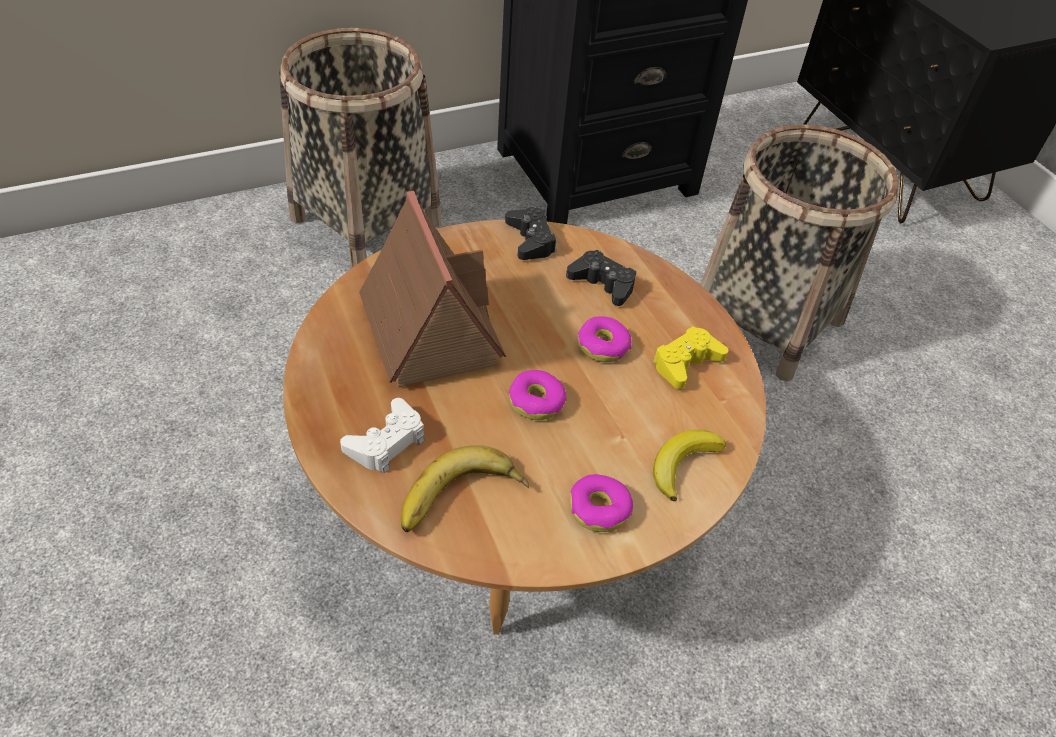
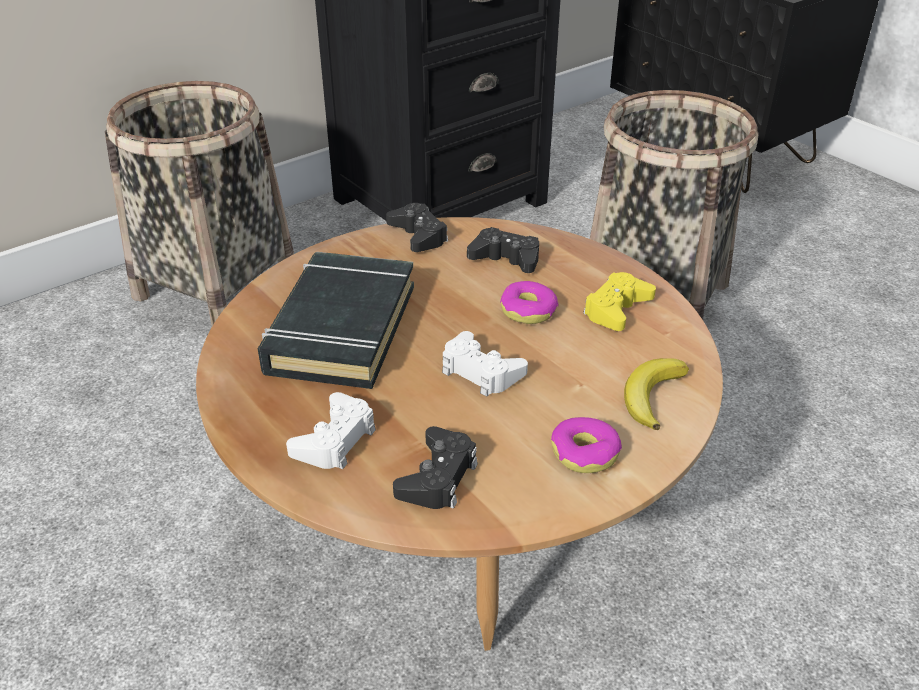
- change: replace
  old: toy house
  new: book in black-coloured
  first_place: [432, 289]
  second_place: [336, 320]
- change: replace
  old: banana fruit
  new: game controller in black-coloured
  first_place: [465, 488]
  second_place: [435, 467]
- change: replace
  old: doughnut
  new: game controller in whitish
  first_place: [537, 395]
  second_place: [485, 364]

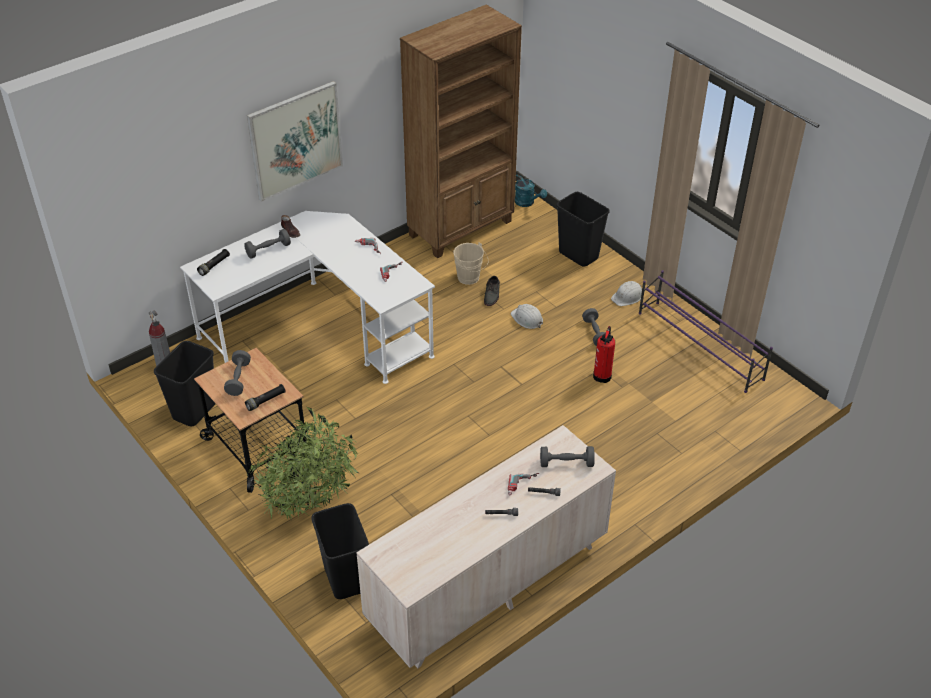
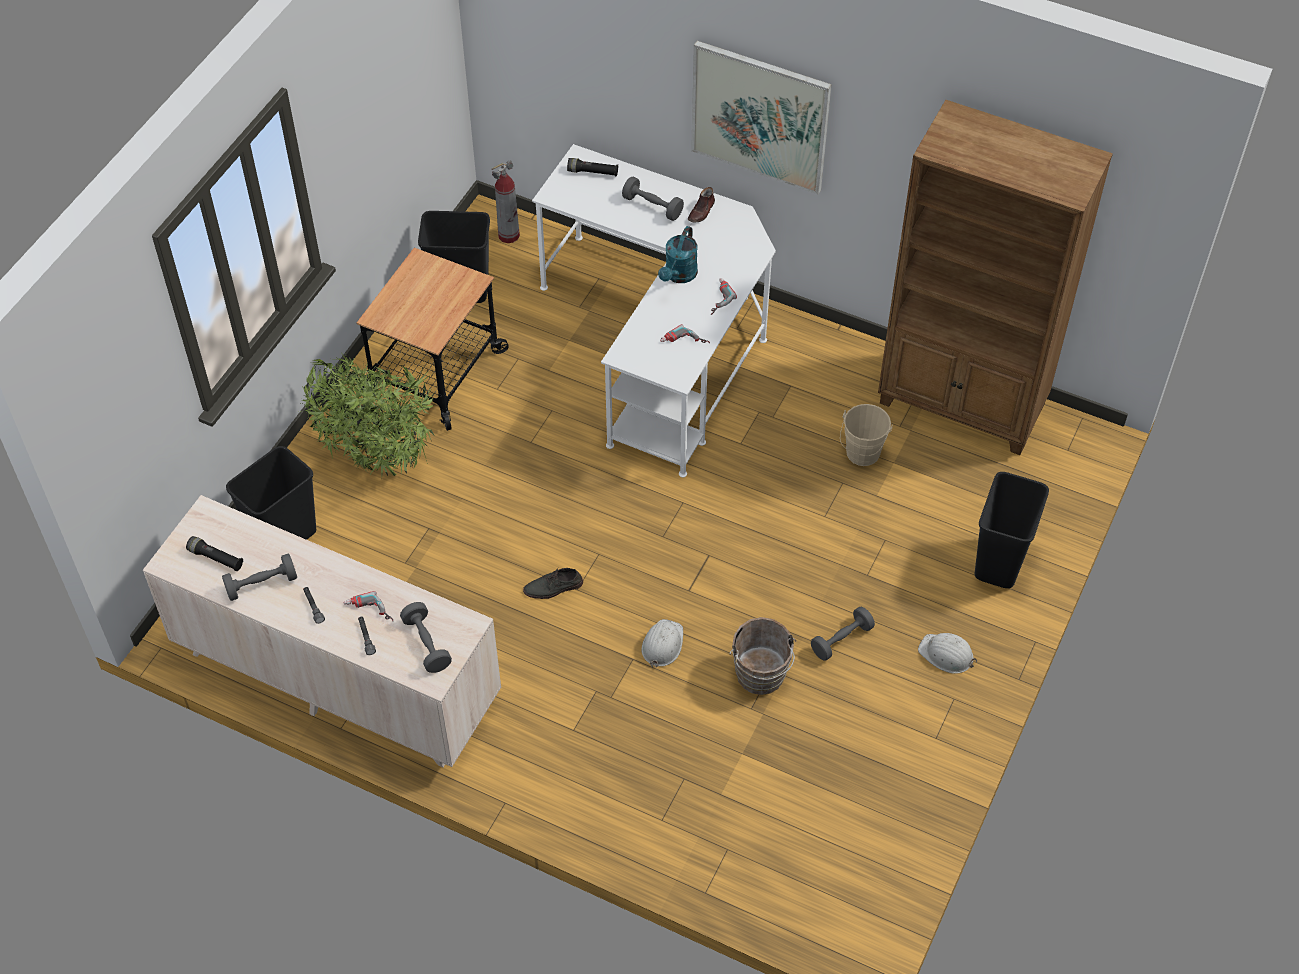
- change: move
  old: torch in black-coloured
  first_place: [265, 397]
  second_place: [214, 553]
- change: move
  old: dumbbell in greyish
  first_place: [237, 373]
  second_place: [259, 577]
- change: move
  old: item of footwear in greyish
  first_place: [492, 291]
  second_place: [553, 583]
- change: move
  old: safety helmet in whitish
  first_place: [526, 316]
  second_place: [662, 643]
- change: move
  old: watering pot in turquoise-coloured
  first_place: [531, 190]
  second_place: [678, 254]
- change: replace
  old: fire extinguisher
  new: water bucket in brownish
  first_place: [604, 354]
  second_place: [763, 656]
- change: delete
  old: shoe rack in purple
  first_place: [706, 331]

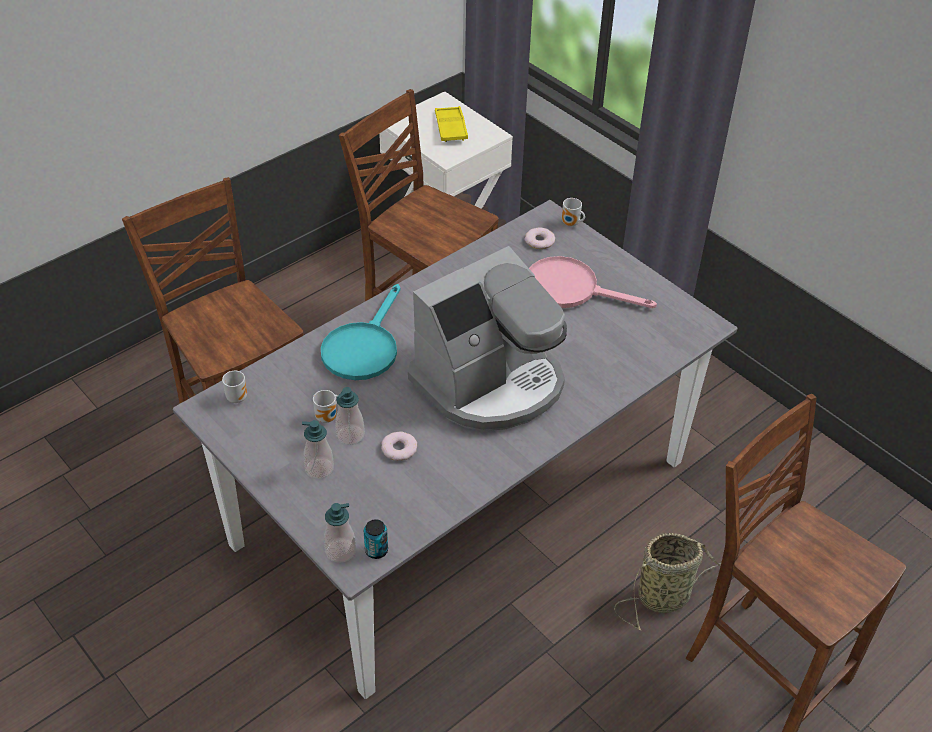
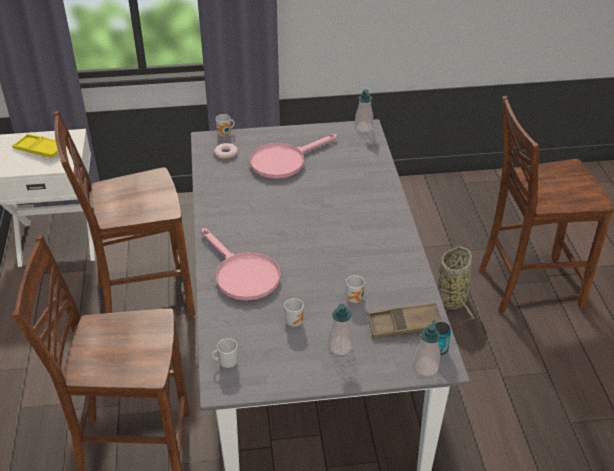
- change: recolor
  old: pan in turquoise-coloured
  new: pan in pink-coloured
  first_place: [361, 332]
  second_place: [241, 264]
- change: replace
  old: doughnut
  new: tea mug
  first_place: [399, 446]
  second_place: [355, 289]
- change: move
  old: soap dispenser
  first_place: [350, 416]
  second_place: [364, 110]
- change: insert
  new: tray in brownish
  second_place: [404, 320]
- change: delete
  old: coffee machine
  first_place: [487, 338]

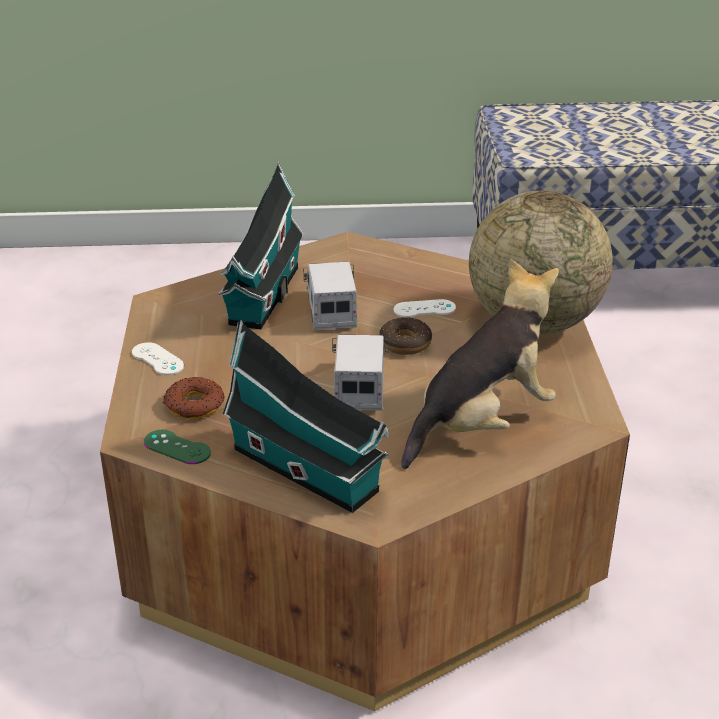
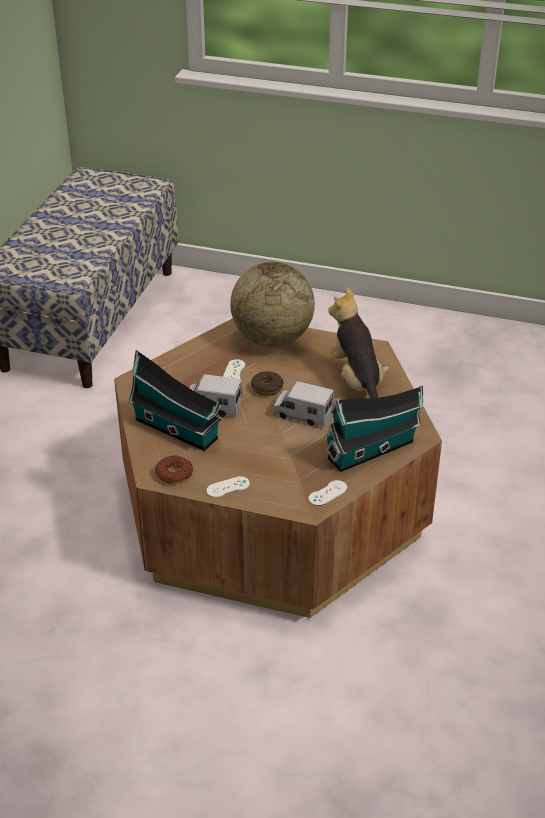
- change: move
  old: doughnut
  first_place: [194, 398]
  second_place: [174, 470]
- change: recolor
  old: game controller in greenish
  new: game controller in whitish
  first_place: [177, 447]
  second_place: [327, 493]

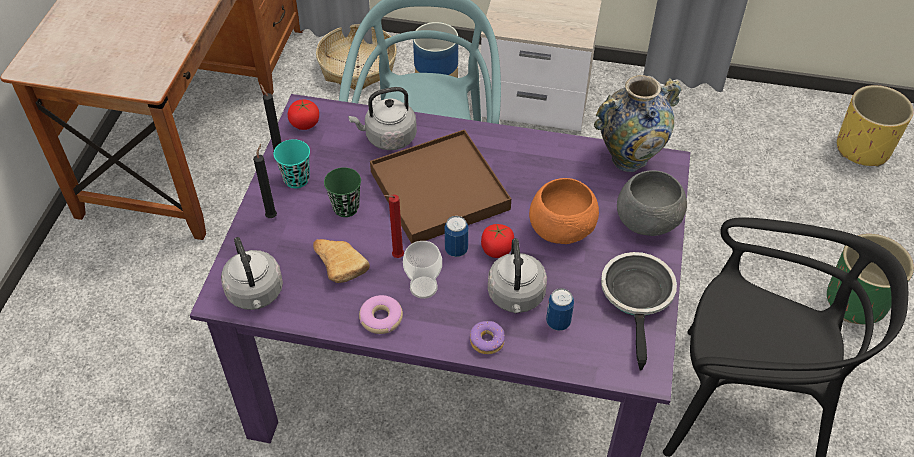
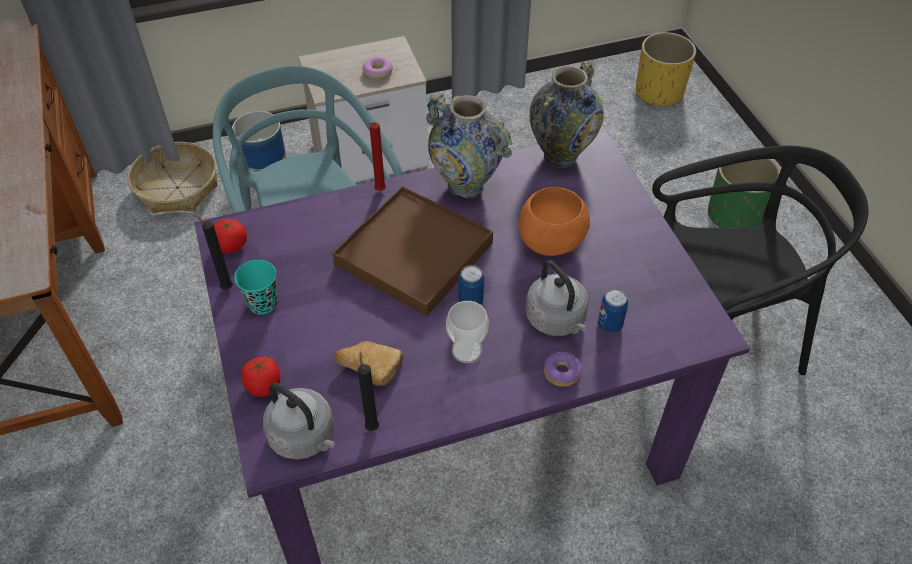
- change: move
  old: tomato
  first_place: [497, 241]
  second_place: [260, 377]
- change: move
  old: wax candle in black-coloured
  first_place: [265, 181]
  second_place: [368, 391]
- change: move
  old: doughnut
  first_place: [381, 314]
  second_place: [378, 68]
- change: move
  old: wax candle in red-coloured
  first_place: [394, 226]
  second_place: [377, 156]
- change: insert
  new: decorative vase
  second_place: [469, 146]
- change: delete
  old: small cup in greenish
  first_place: [342, 192]
- change: delete
  old: water kettle in greyish
  first_place: [382, 118]
- change: delete
  old: pan
  first_place: [639, 311]
- change: delete
  old: bowl in greyish
  first_place: [652, 203]

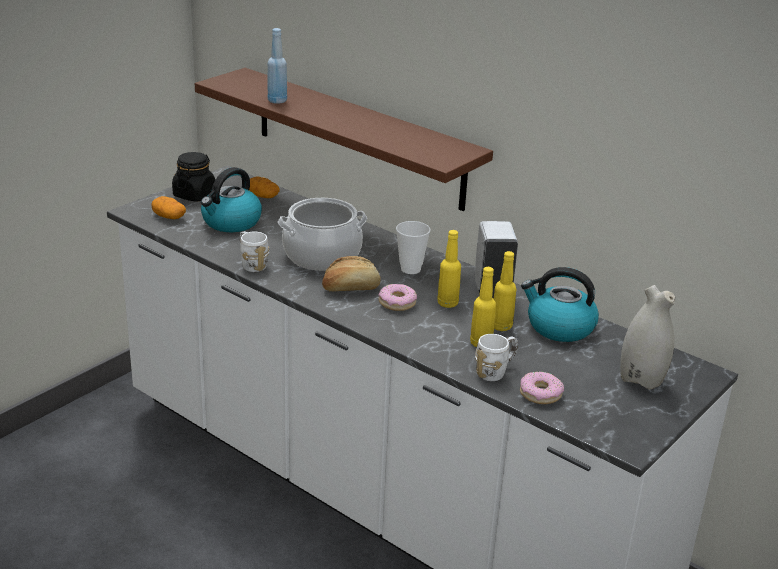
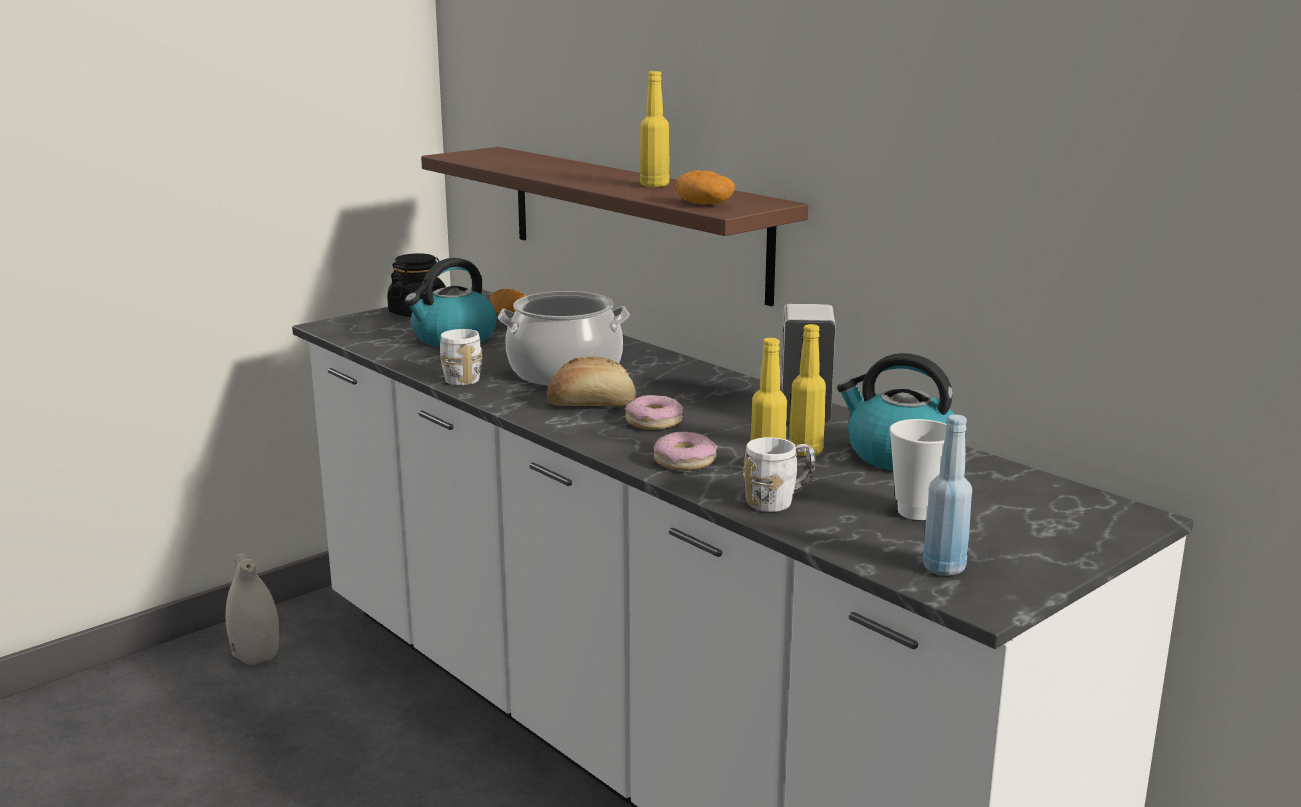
- change: move
  old: decorative vase in whitish
  first_place: [647, 337]
  second_place: [252, 609]
- change: move
  old: beverage bottle in yellowish
  first_place: [449, 269]
  second_place: [654, 129]
- change: move
  old: doughnut
  first_place: [542, 388]
  second_place: [685, 451]
- change: move
  old: spud
  first_place: [168, 207]
  second_place: [705, 187]
- change: move
  old: small cup
  first_place: [413, 247]
  second_place: [917, 469]
- change: move
  old: beverage bottle in blue
  first_place: [277, 66]
  second_place: [947, 495]

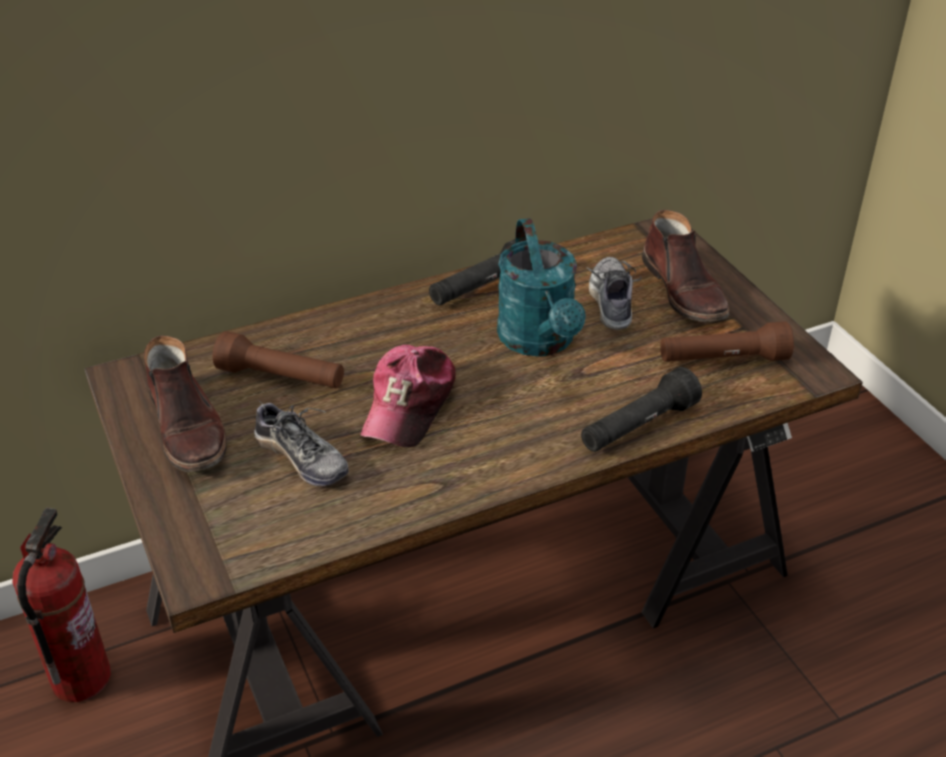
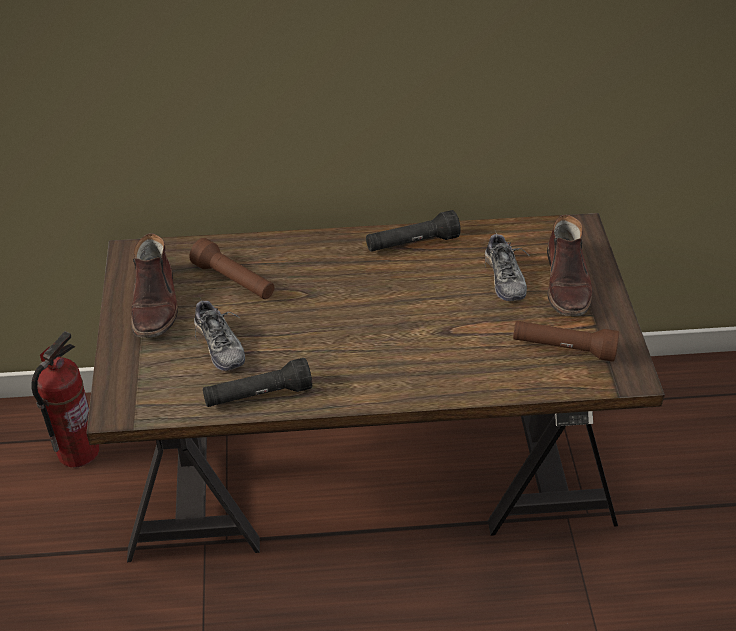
- change: move
  old: torch in black-coloured
  first_place: [641, 409]
  second_place: [257, 382]
- change: rotate
  old: item of footwear
  first_place: [613, 293]
  second_place: [507, 265]
  degrees: 150
- change: delete
  old: baseball cap
  first_place: [408, 396]
- change: delete
  old: watering pot in turquoise-coloured
  first_place: [541, 287]

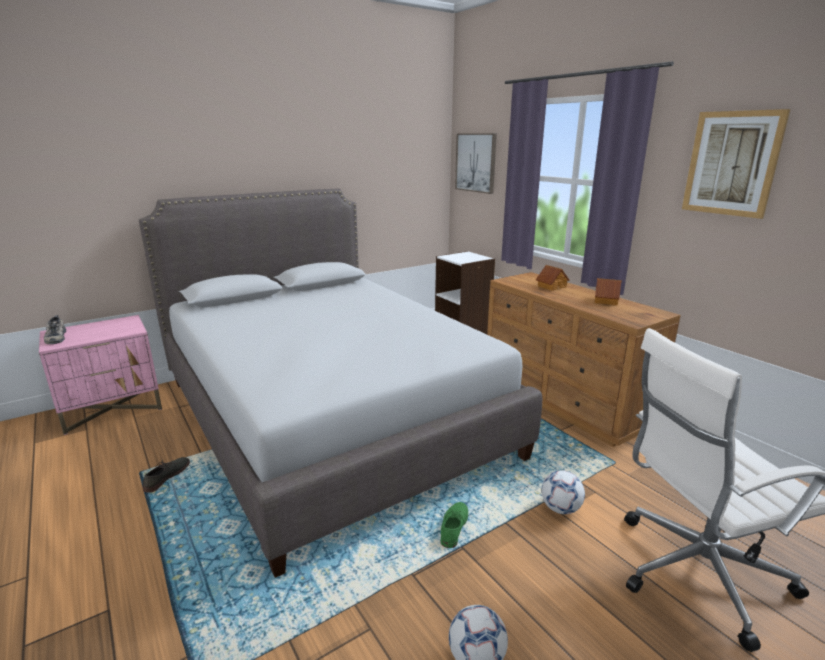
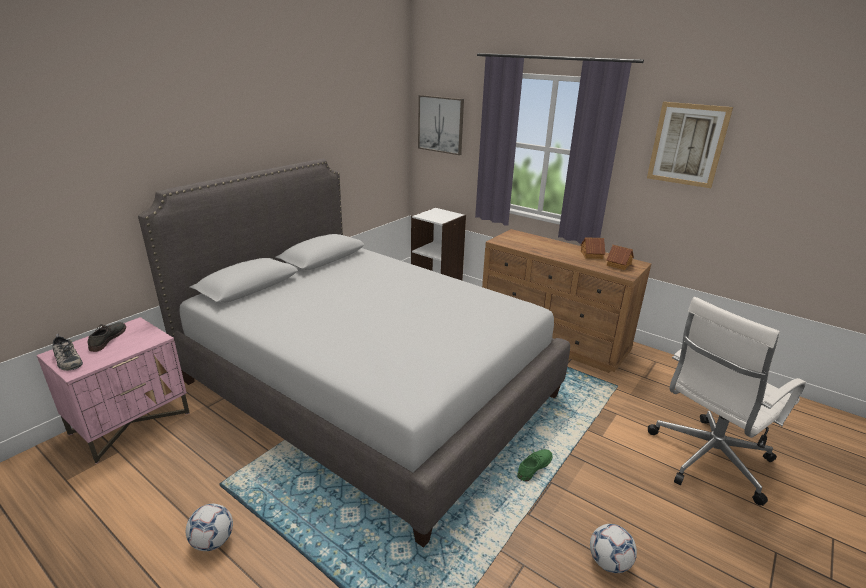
- change: move
  old: item of footwear in greyish
  first_place: [166, 475]
  second_place: [107, 337]
- change: move
  old: football
  first_place: [563, 492]
  second_place: [209, 527]
- change: rotate
  old: item of footwear in greenish
  first_place: [454, 525]
  second_place: [535, 465]
  degrees: 45
- change: move
  old: toy house
  first_place: [552, 278]
  second_place: [620, 257]

